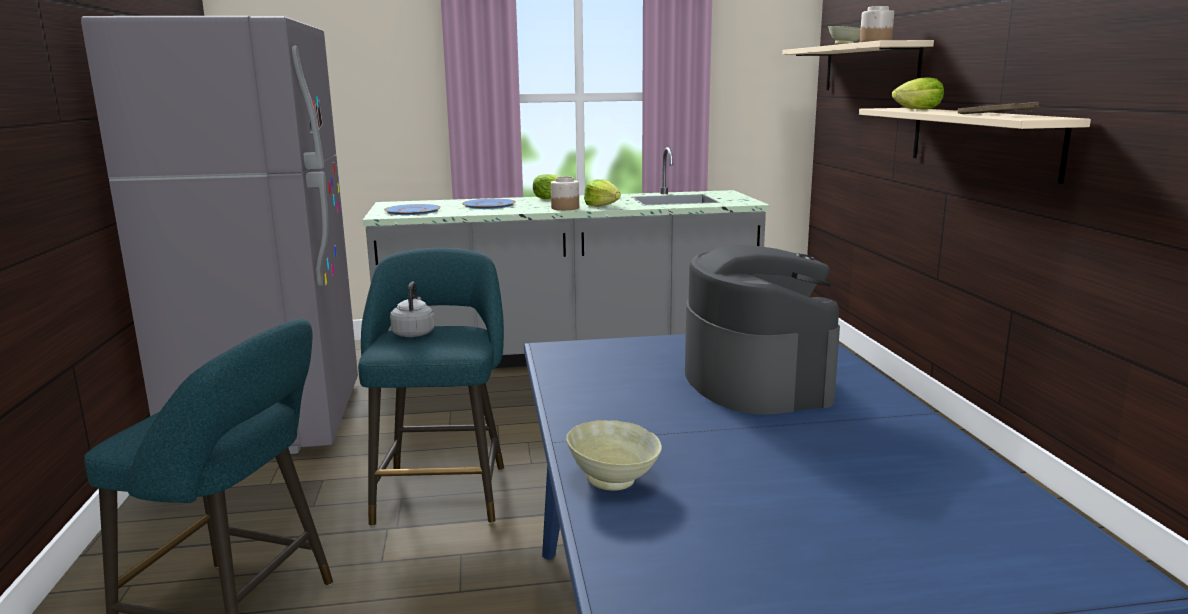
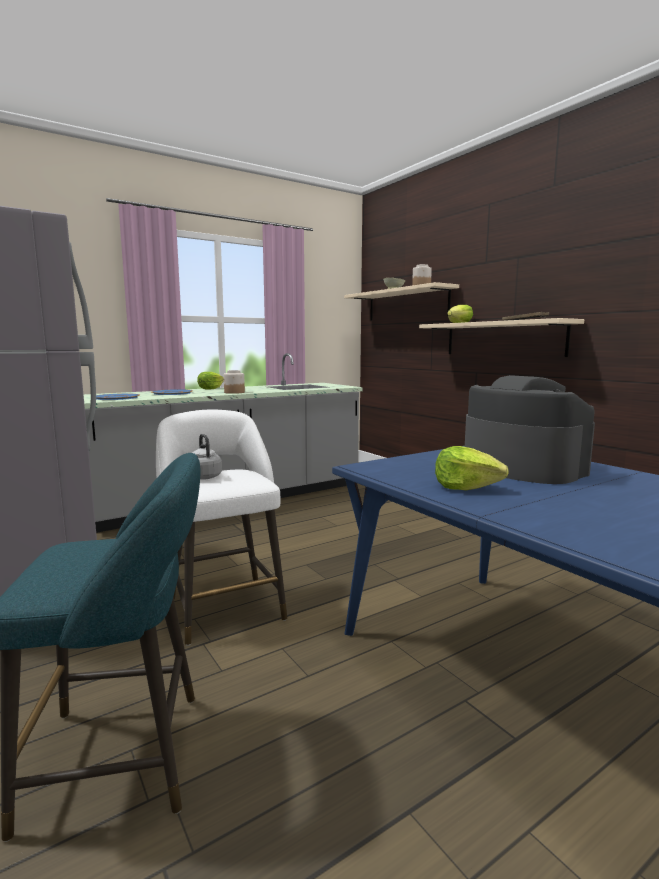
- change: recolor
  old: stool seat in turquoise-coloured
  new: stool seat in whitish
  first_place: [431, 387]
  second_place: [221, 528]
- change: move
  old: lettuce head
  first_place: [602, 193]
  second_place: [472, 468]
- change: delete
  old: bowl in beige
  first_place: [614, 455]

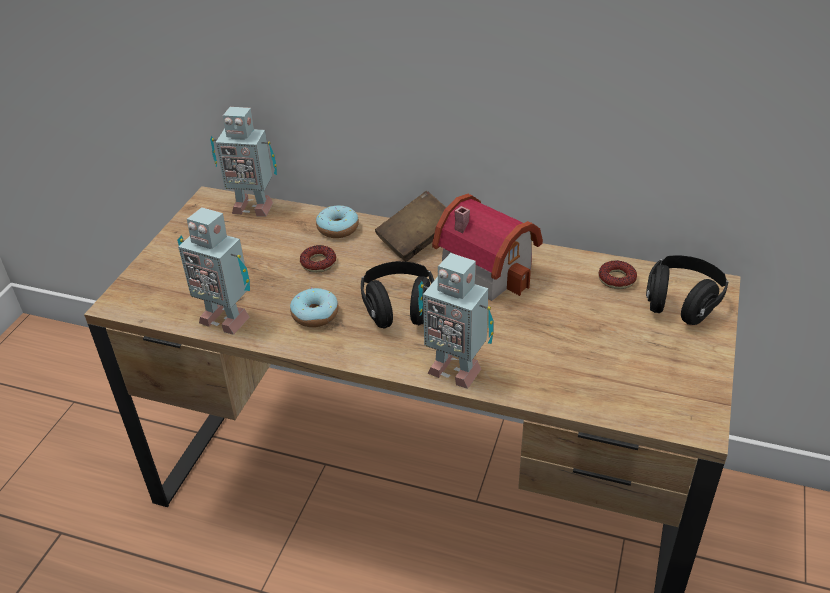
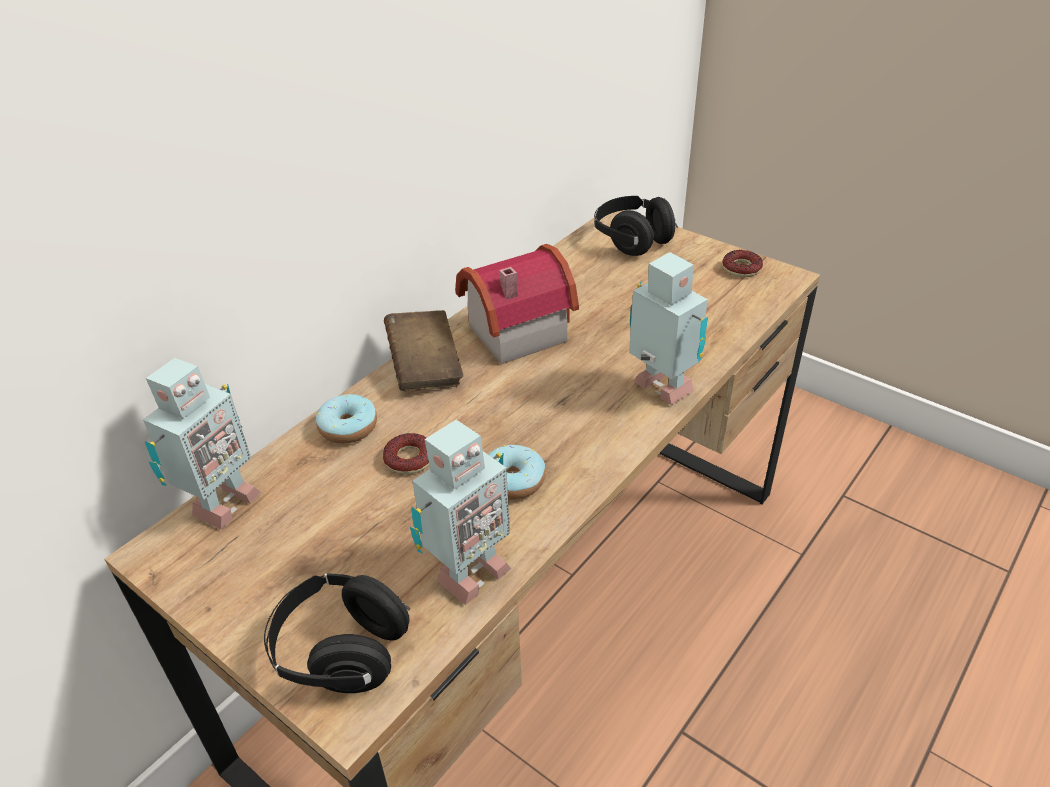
- change: move
  old: headphones in black-coloured
  first_place: [397, 295]
  second_place: [337, 633]
- change: rotate
  old: model robot
  first_place: [456, 321]
  second_place: [668, 328]
  degrees: -90
- change: move
  old: doughnut
  first_place: [618, 275]
  second_place: [742, 263]

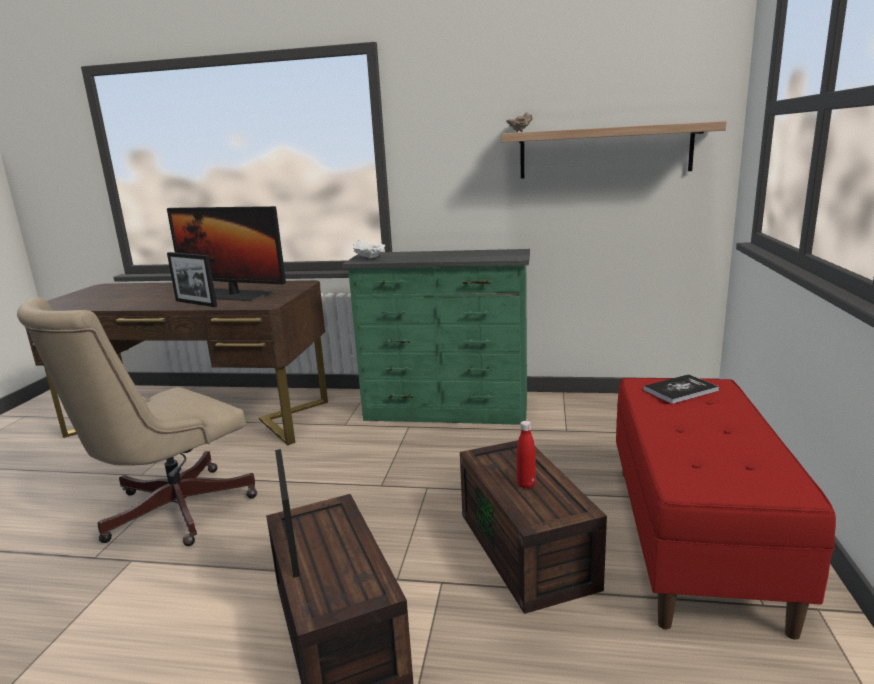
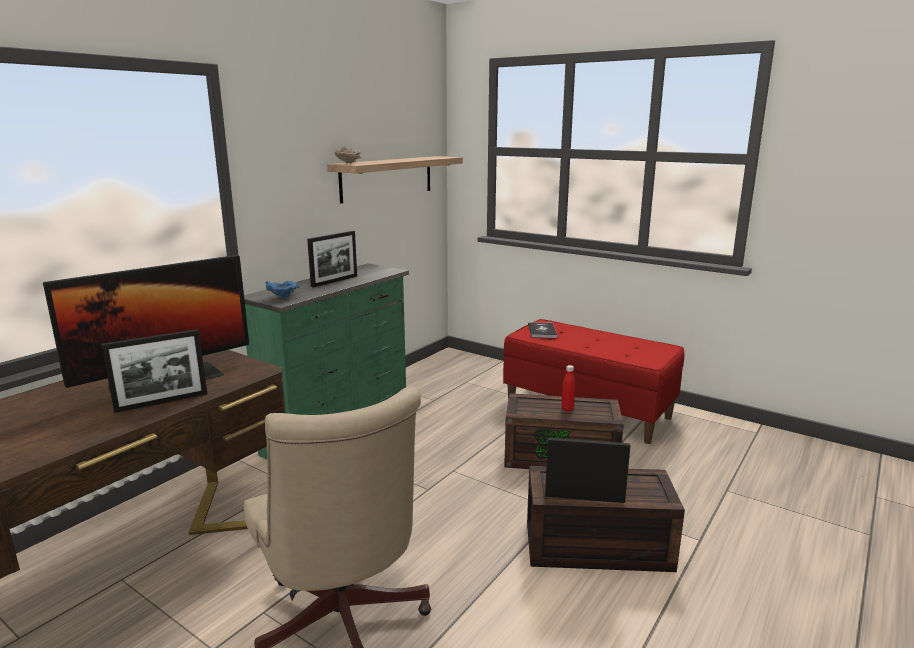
- change: recolor
  old: bowl in whitish
  new: bowl in blue
  first_place: [369, 249]
  second_place: [282, 289]
- change: insert
  new: photo frame
  second_place: [332, 259]

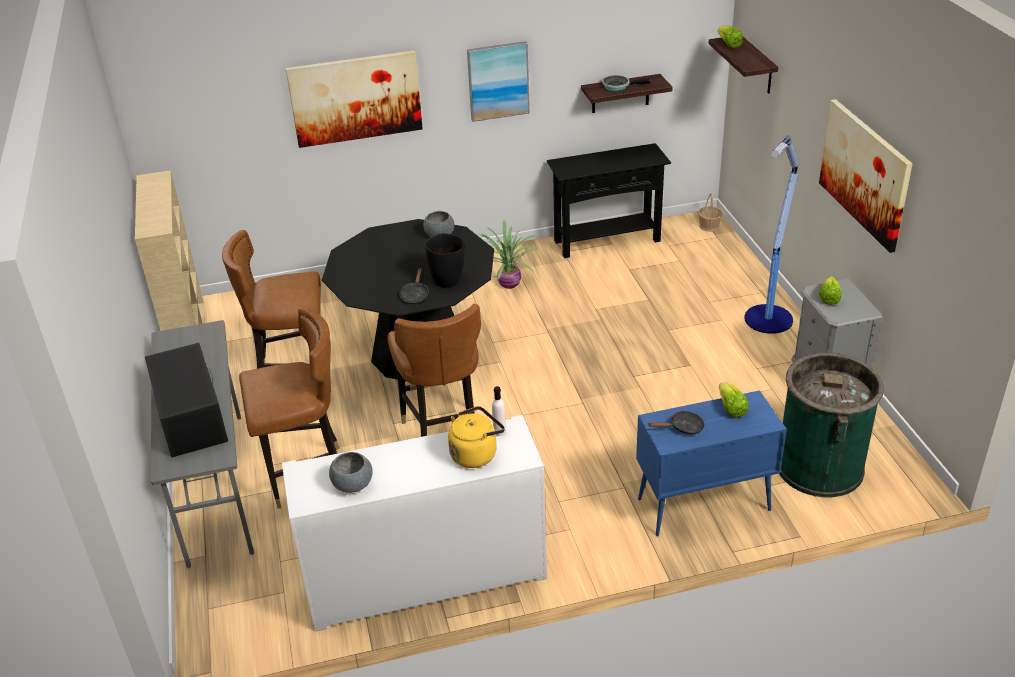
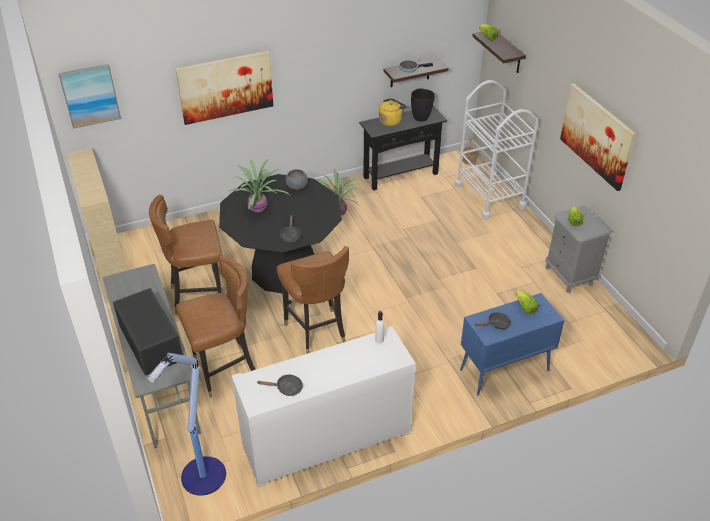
- change: move
  old: wall picture
  first_place: [498, 81]
  second_place: [89, 96]
- change: move
  old: floor lamp
  first_place: [771, 235]
  second_place: [187, 424]
- change: insert
  new: potted plant
  second_place: [259, 186]
- change: replace
  old: bowl in greyish
  new: pan in black-coloured
  first_place: [351, 472]
  second_place: [280, 385]
- change: move
  old: water kettle in yellowish
  first_place: [476, 437]
  second_place: [392, 112]
- change: move
  old: decorative vase in black-coloured
  first_place: [445, 260]
  second_place: [423, 105]
- change: insert
  new: cart in whitish
  second_place: [497, 150]
- change: delete
  old: waste bin in greenish
  first_place: [831, 425]

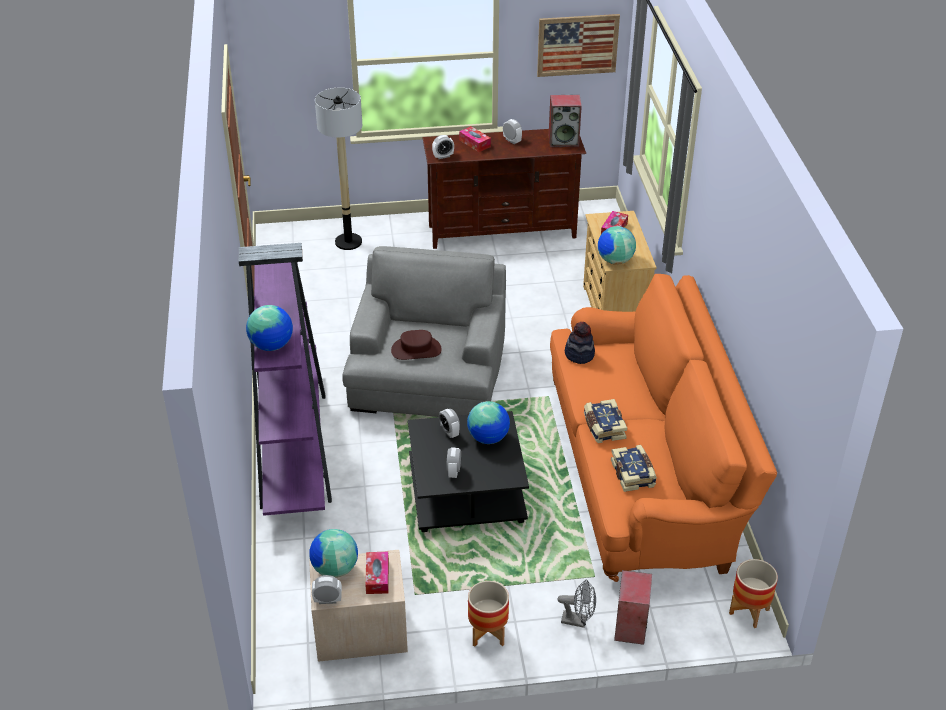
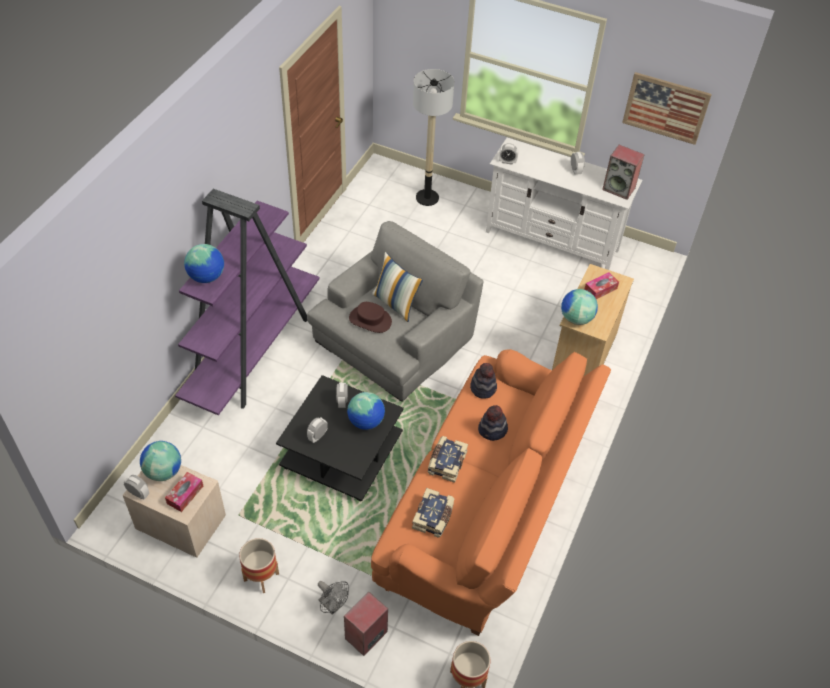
- change: insert
  new: throw pillow
  second_place: [397, 287]
- change: insert
  new: wearable hat
  second_place: [493, 423]
- change: recolor
  old: tv stand in brownish
  new: tv stand in whitish
  first_place: [504, 189]
  second_place: [564, 203]
- change: delete
  old: tissue box
  first_place: [475, 139]

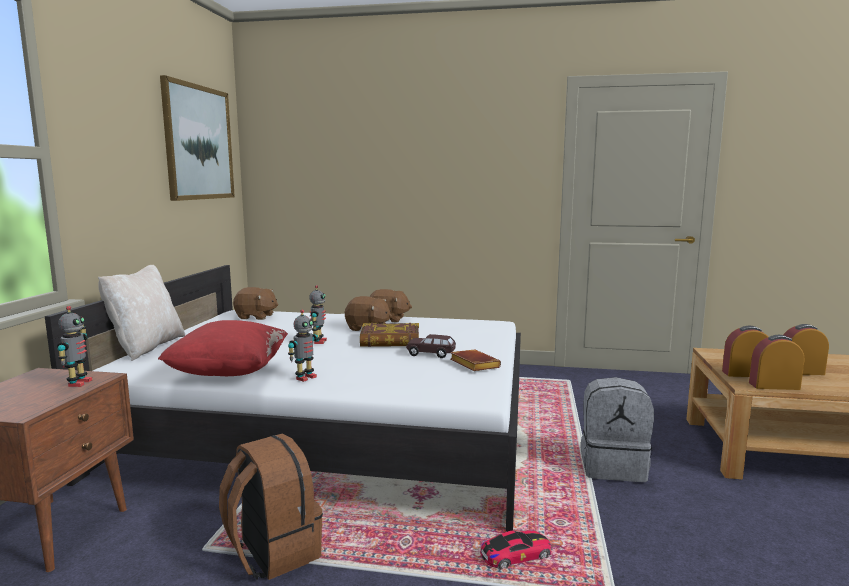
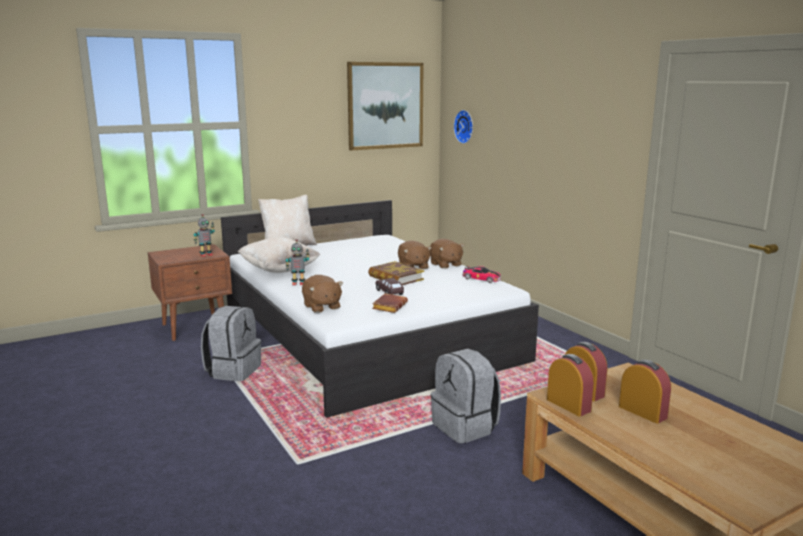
- change: recolor
  old: backpack in brownish
  new: backpack in greyish
  first_place: [271, 506]
  second_place: [231, 343]
- change: recolor
  old: throw pillow in red-coloured
  new: throw pillow in beige
  first_place: [223, 348]
  second_place: [279, 255]
- change: move
  old: plush toy in brownish
  first_place: [255, 303]
  second_place: [322, 294]
- change: insert
  new: hanging clock
  second_place: [463, 127]
- change: move
  old: model car
  first_place: [516, 549]
  second_place: [482, 274]
- change: delete
  old: model robot
  first_place: [318, 314]

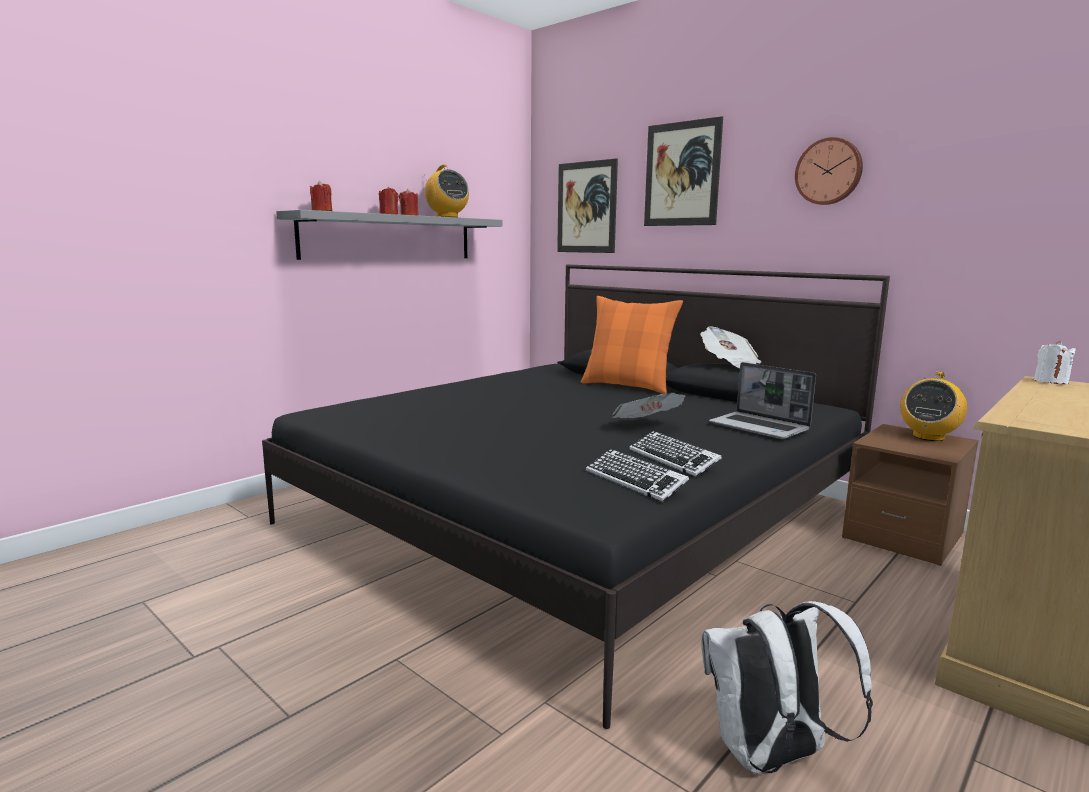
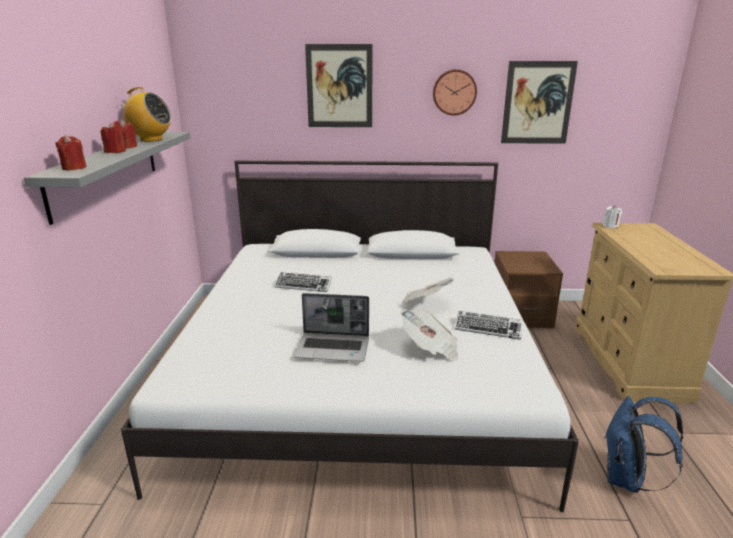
- change: recolor
  old: bedroom bed in black-coloured
  new: bedroom bed in whitish
  first_place: [576, 496]
  second_place: [350, 336]
- change: move
  old: PC keyboard
  first_place: [637, 475]
  second_place: [303, 282]
- change: move
  old: laptop
  first_place: [762, 400]
  second_place: [331, 327]
- change: move
  old: daily paper
  first_place: [730, 347]
  second_place: [429, 334]
- change: move
  old: wall picture
  first_place: [587, 205]
  second_place: [539, 102]
- change: recolor
  old: backpack in whitish
  new: backpack in blue
  first_place: [787, 687]
  second_place: [643, 444]
- change: delete
  old: throw pillow in orange-coloured
  first_place: [632, 345]
- change: delete
  old: radio receiver
  first_place: [933, 406]

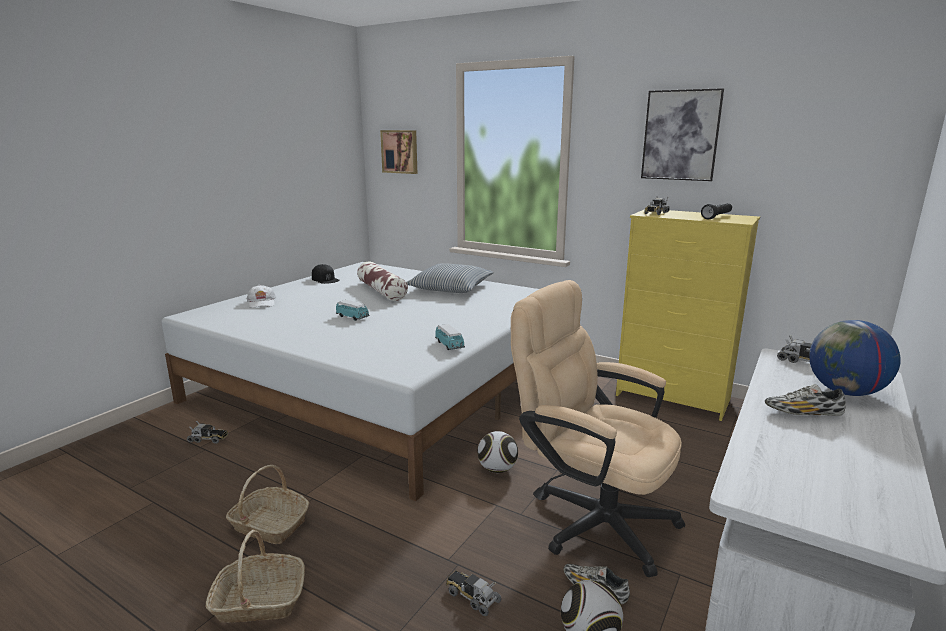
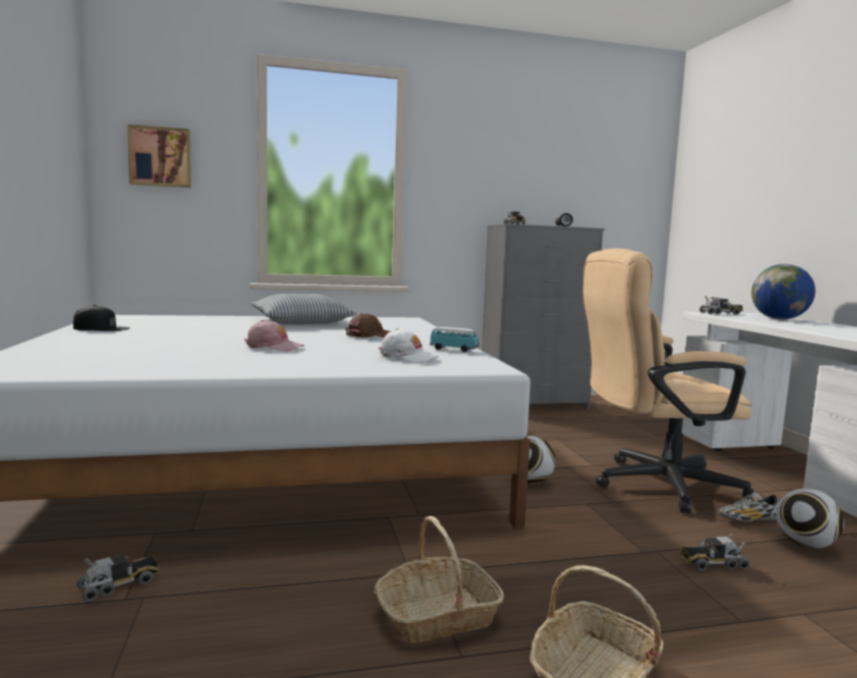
- change: replace
  old: model car
  new: baseball cap in pink-coloured
  first_place: [353, 310]
  second_place: [274, 335]
- change: insert
  new: baseball cap in brownish
  second_place: [368, 325]
- change: move
  old: baseball cap in whitish
  first_place: [261, 296]
  second_place: [408, 345]
- change: recolor
  old: dresser in yellowish
  new: dresser in greyish
  first_place: [688, 315]
  second_place: [543, 317]
- change: delete
  old: throw pillow
  first_place: [382, 281]
- change: delete
  old: wall picture
  first_place: [682, 134]
- change: delete
  old: item of footwear
  first_place: [805, 400]

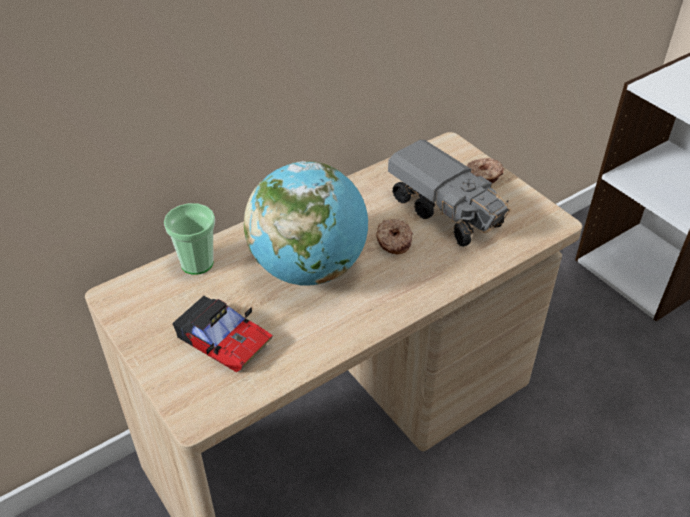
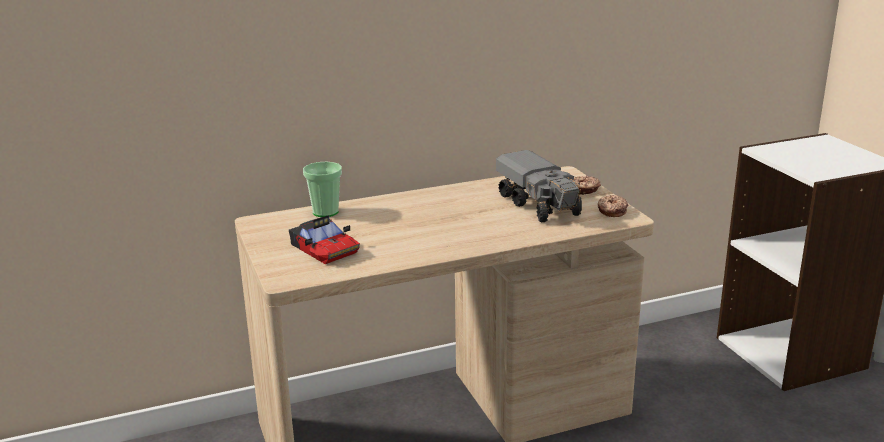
- change: move
  old: doughnut
  first_place: [394, 236]
  second_place: [613, 206]
- change: delete
  old: globe
  first_place: [306, 223]

